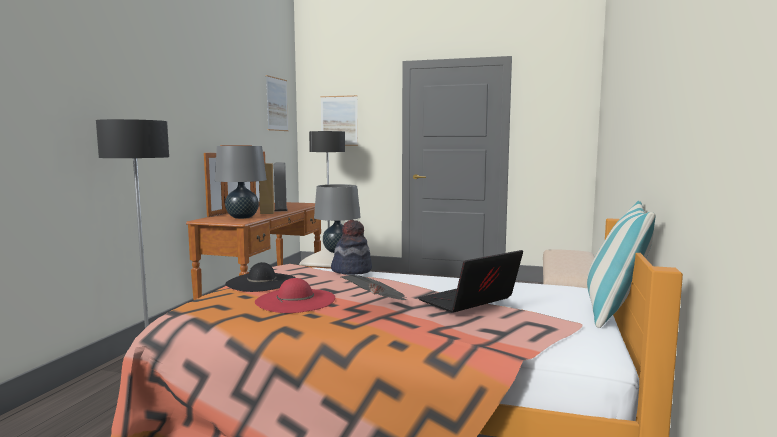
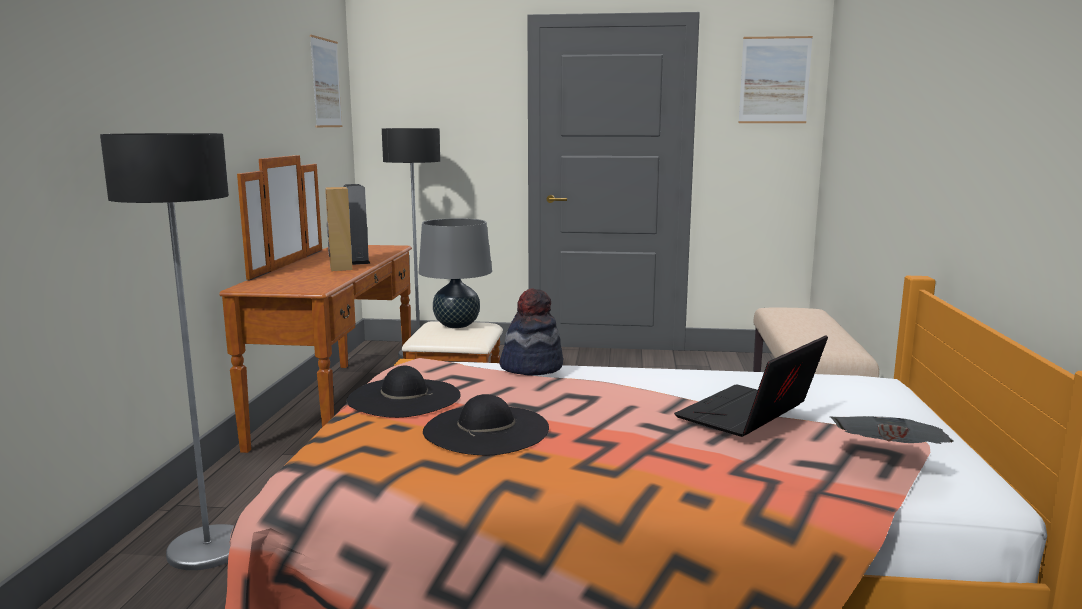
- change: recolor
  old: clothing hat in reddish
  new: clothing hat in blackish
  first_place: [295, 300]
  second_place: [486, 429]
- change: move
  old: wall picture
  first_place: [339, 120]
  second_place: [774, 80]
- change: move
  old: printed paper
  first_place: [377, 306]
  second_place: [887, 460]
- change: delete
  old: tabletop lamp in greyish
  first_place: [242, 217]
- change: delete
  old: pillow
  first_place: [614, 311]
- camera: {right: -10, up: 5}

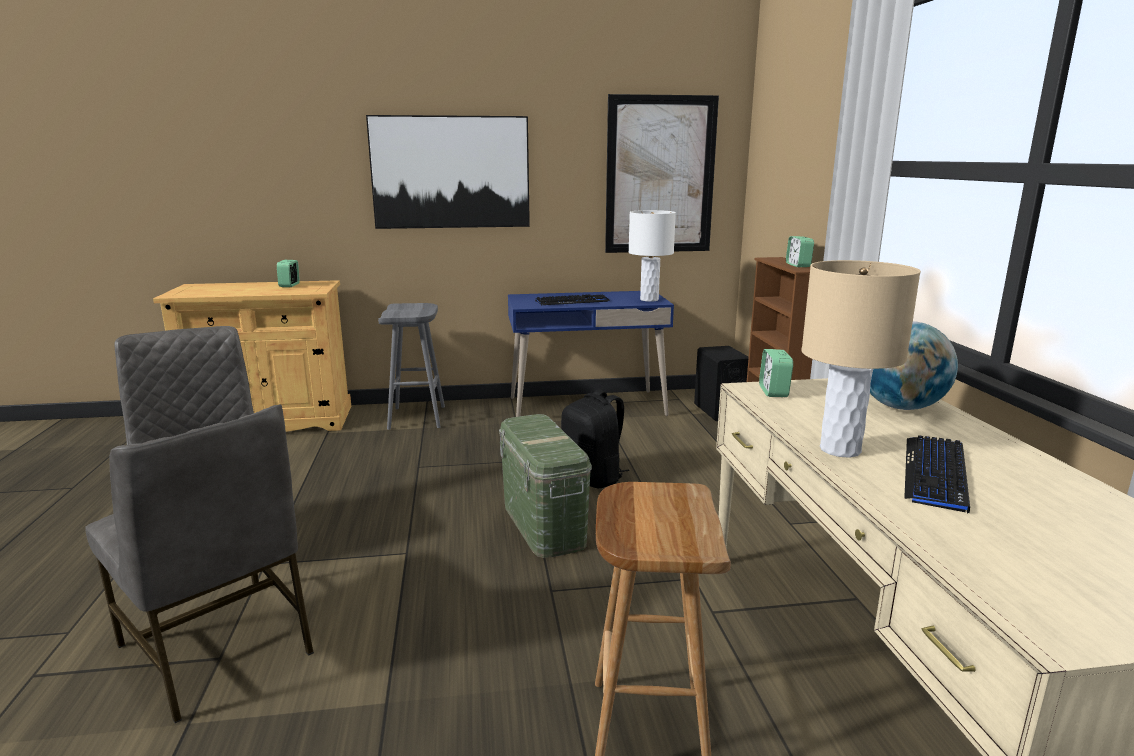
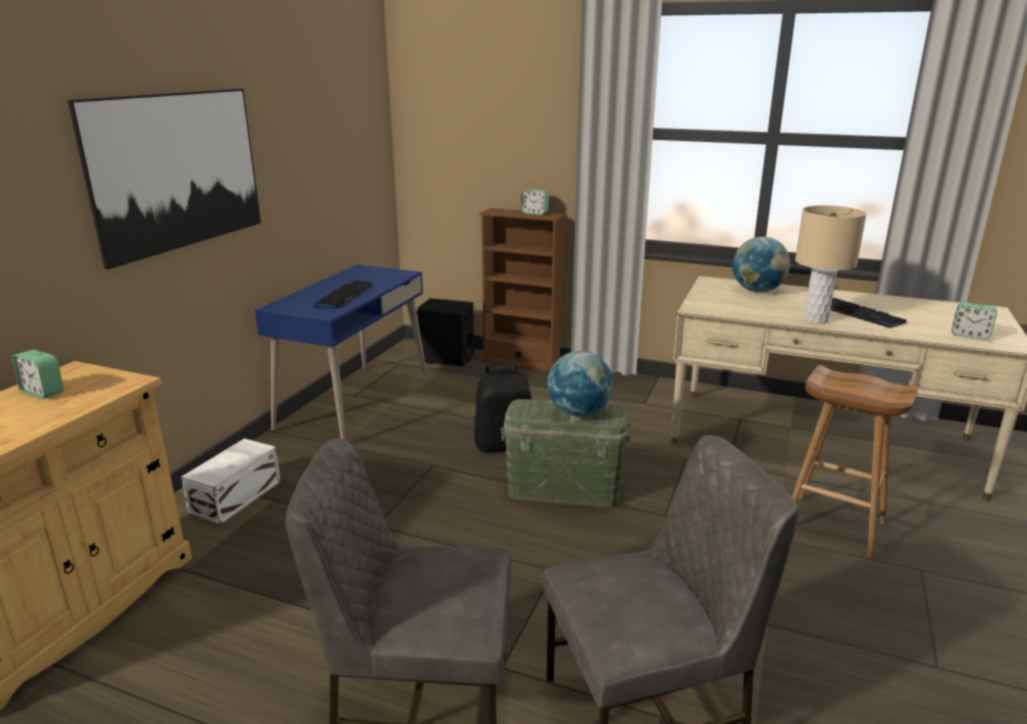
- change: replace
  old: stool in greyish
  new: storage box in white
  first_place: [417, 418]
  second_place: [238, 496]
- change: insert
  new: world globe
  second_place: [579, 412]
- change: move
  old: table clock
  first_place: [773, 392]
  second_place: [970, 336]
- change: delete
  old: wall picture
  first_place: [660, 175]
- change: delete
  old: tabletop lamp in white
  first_place: [649, 299]
- camera: {right: -60, up: 5}

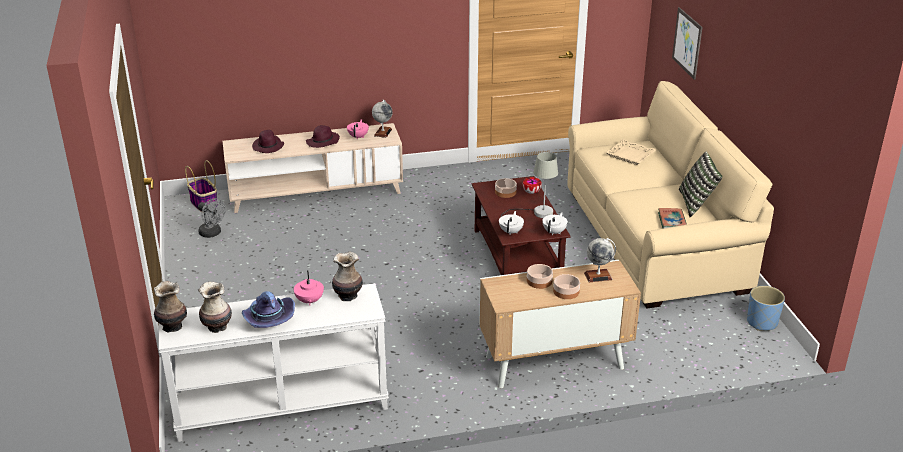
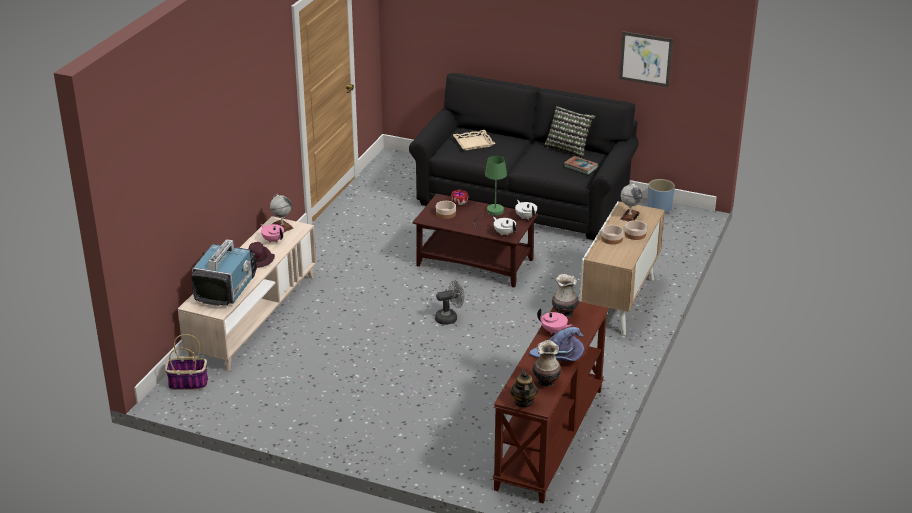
- change: replace
  old: clothing hat in purple
  new: TV set
  first_place: [268, 147]
  second_place: [226, 288]
- change: recolor
  old: settee in sand-coloured
  new: settee in blackish
  first_place: [654, 241]
  second_place: [523, 201]
- change: move
  old: cooling fan in greyish
  first_place: [212, 233]
  second_place: [450, 318]
- change: recolor
  old: tabletop lamp in greyish
  new: tabletop lamp in greenish
  first_place: [537, 213]
  second_place: [491, 213]
- change: recolor
  old: console table in white
  new: console table in brown-coloured
  first_place: [281, 408]
  second_place: [551, 438]
- change: replace
  old: vase
  new: teapot
  first_place: [172, 326]
  second_place: [523, 402]
- change: move
  old: wall picture
  first_place: [687, 43]
  second_place: [645, 59]
- camera: {right: -55, up: 0}

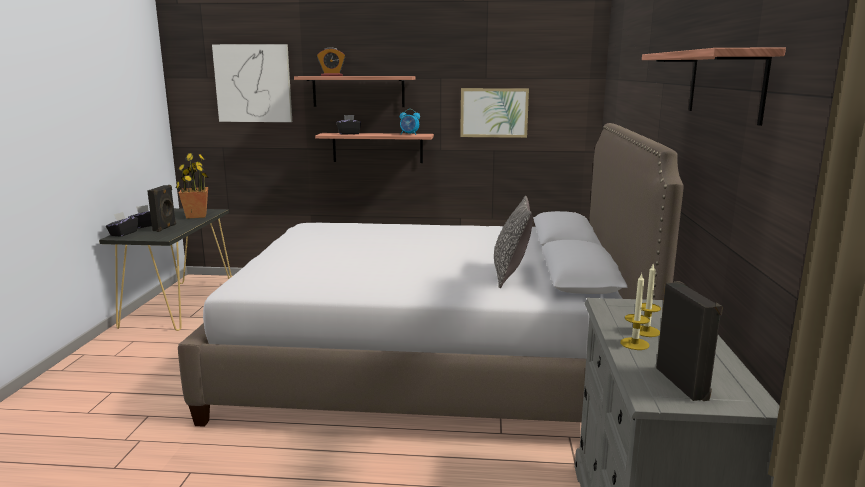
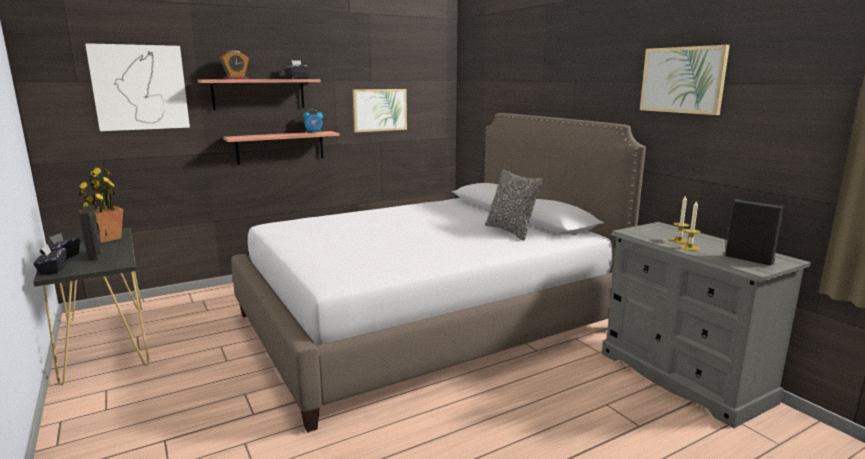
- change: move
  old: tissue holder in blackish
  first_place: [349, 133]
  second_place: [298, 78]
- change: replace
  old: wall shelf
  new: wall picture
  first_place: [724, 84]
  second_place: [682, 80]
- camera: {right: -35, up: 0}

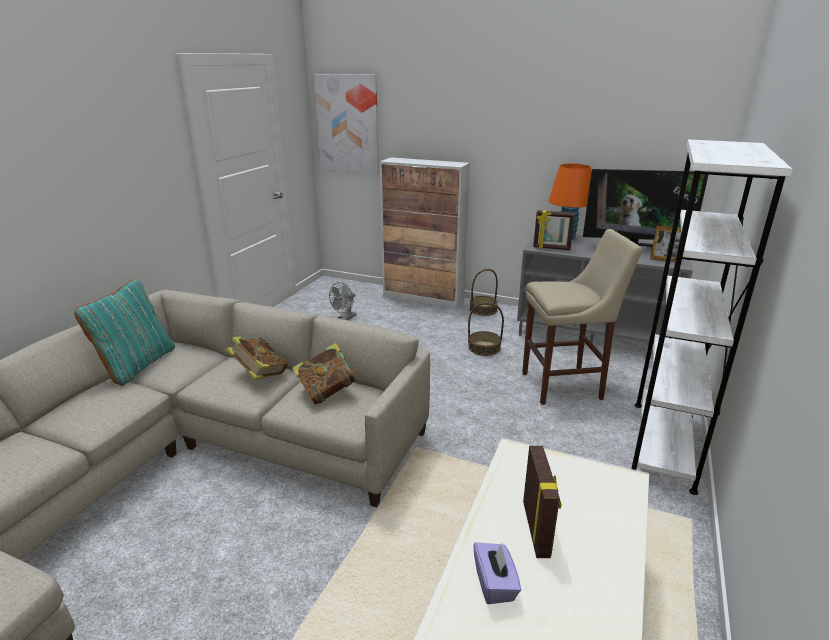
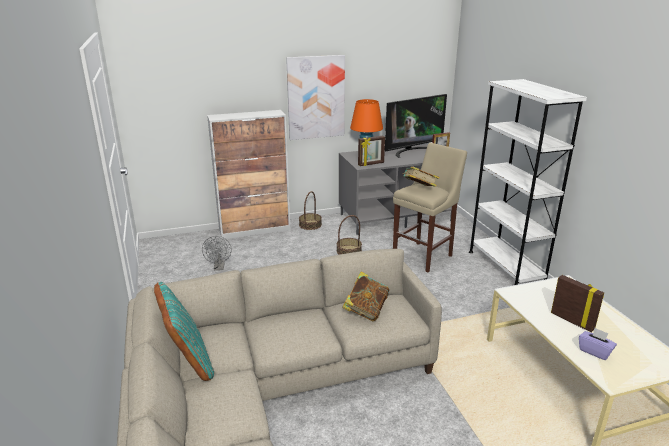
- change: move
  old: wall picture
  first_place: [348, 124]
  second_place: [316, 97]
- change: move
  old: book
  first_place: [259, 374]
  second_place: [419, 189]
- camera: {right: -40, up: 0}

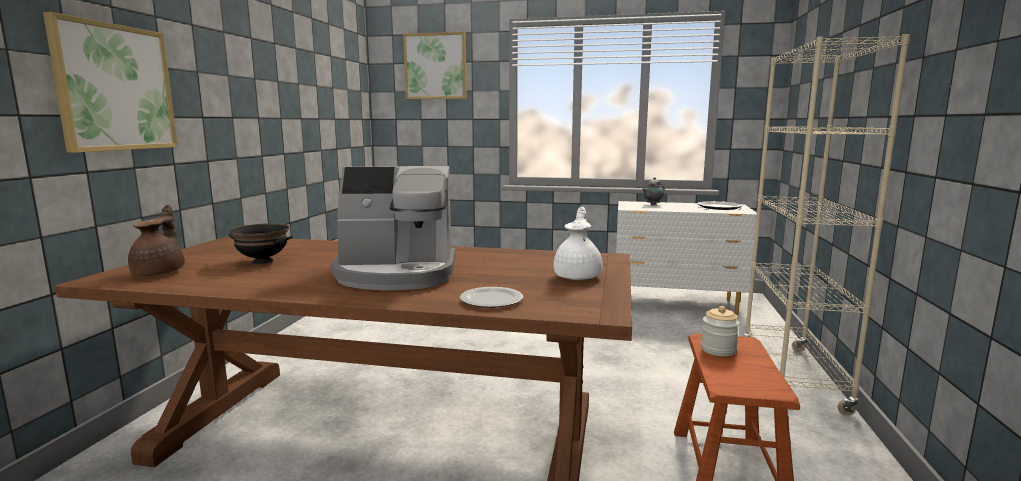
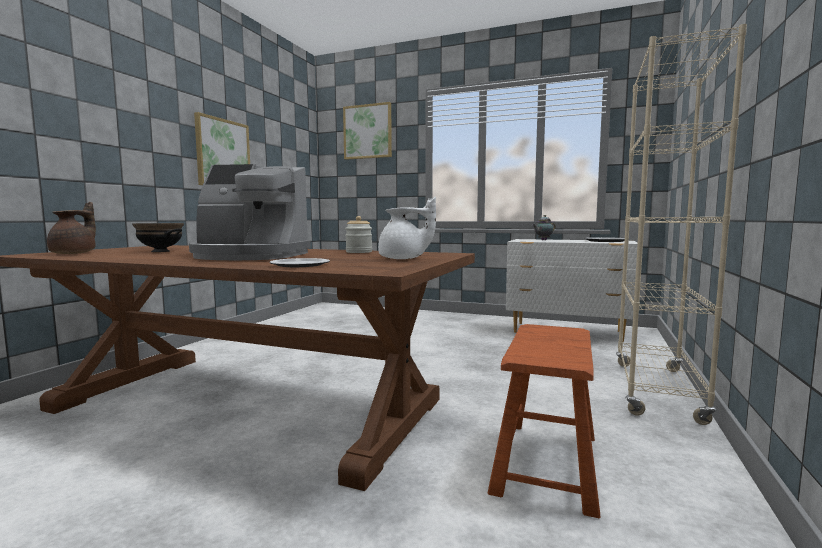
- change: move
  old: wall picture
  first_place: [115, 88]
  second_place: [223, 153]
- change: move
  old: jar
  first_place: [718, 350]
  second_place: [359, 252]
- change: rotate
  old: teapot in white
  first_place: [578, 276]
  second_place: [404, 259]
  degrees: 75
- camera: {right: 10, up: -5}

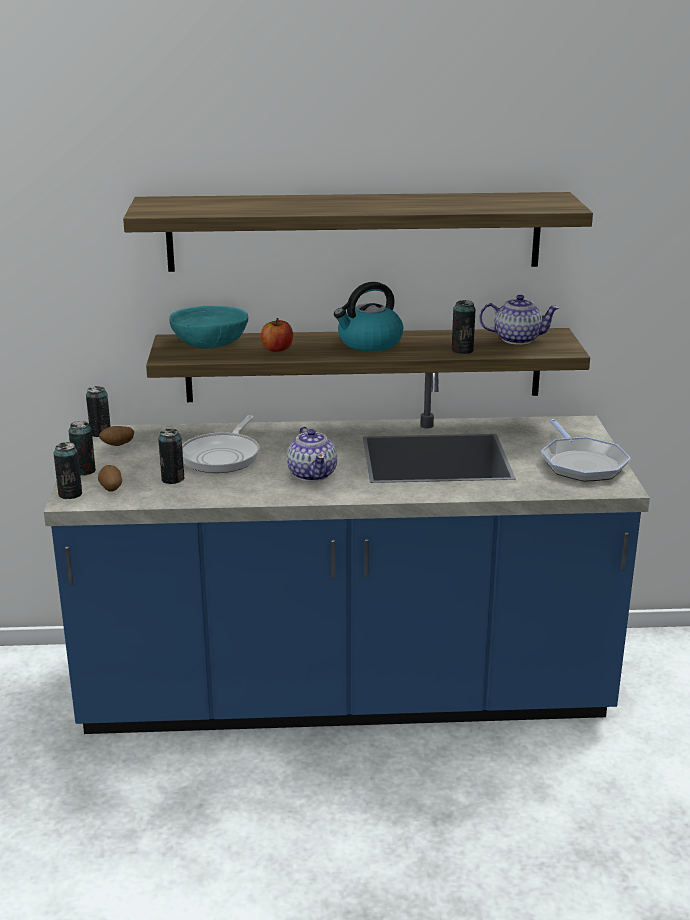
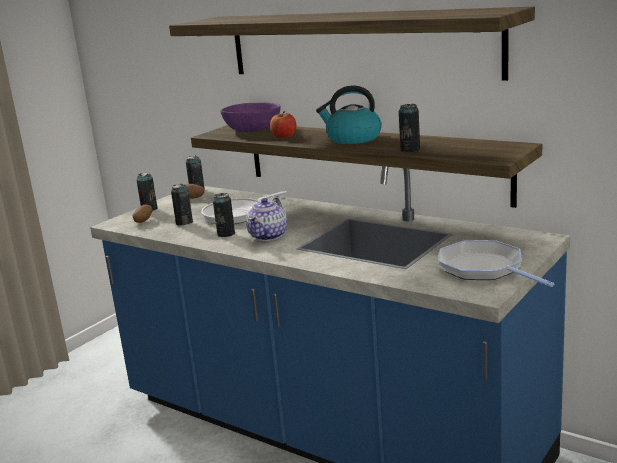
- change: move
  old: metal can
  first_place: [70, 494]
  second_place: [226, 234]
- change: recolor
  old: serving bowl in blue-green
  new: serving bowl in purple
  first_place: [209, 344]
  second_place: [252, 129]
- change: rotate
  old: frying pan
  first_place: [581, 463]
  second_place: [484, 269]
  degrees: 120
- change: delete
  old: teapot
  first_place: [516, 339]
- camera: {right: 40, up: -5}

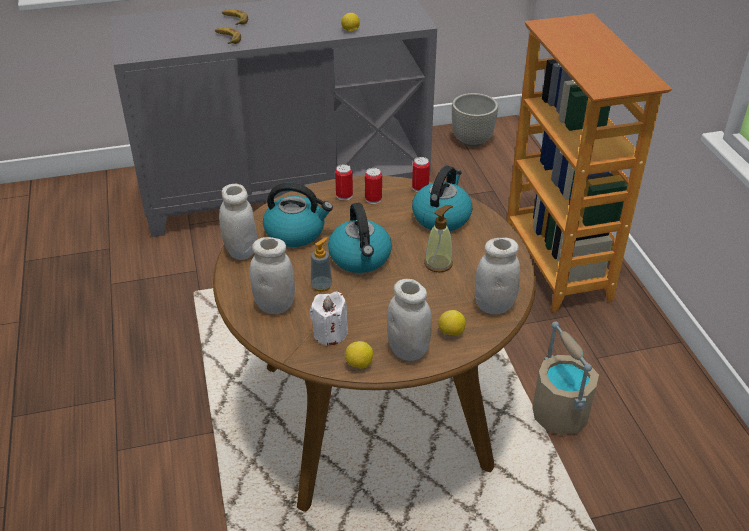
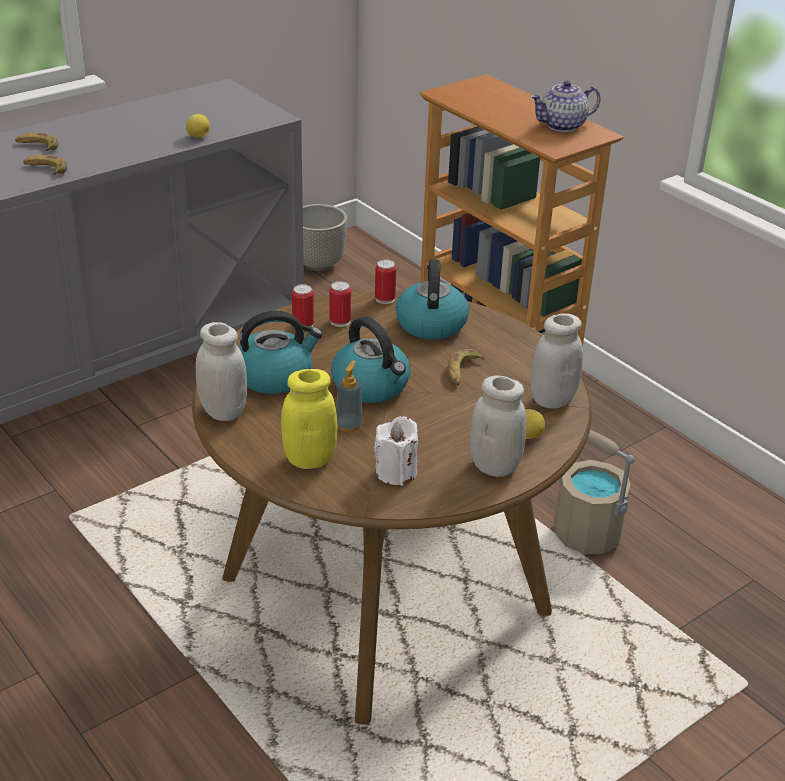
- change: recolor
  old: jar in white
  new: jar in yellow
  first_place: [275, 305]
  second_place: [309, 459]
- change: replace
  old: soap dispenser
  new: banana
  first_place: [438, 263]
  second_place: [462, 372]
- change: insert
  new: teapot
  second_place: [563, 126]
- change: delete
  old: lemon
  first_place: [359, 364]
- camera: {right: -25, up: -5}

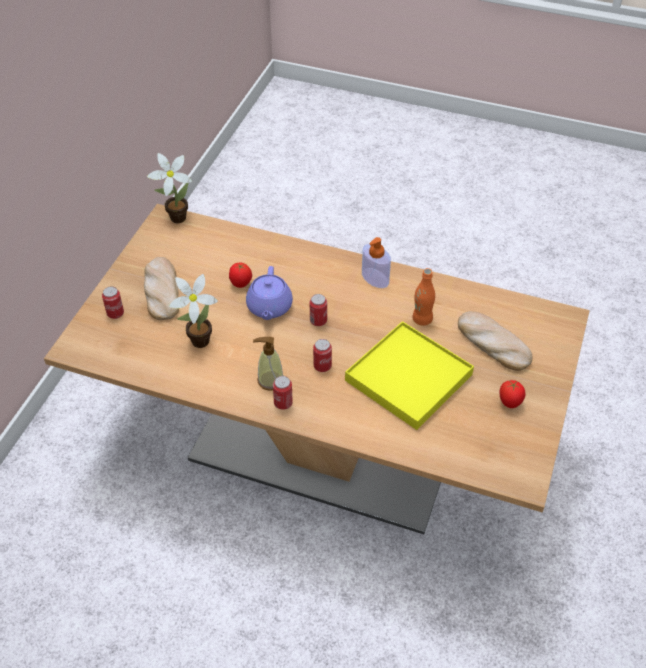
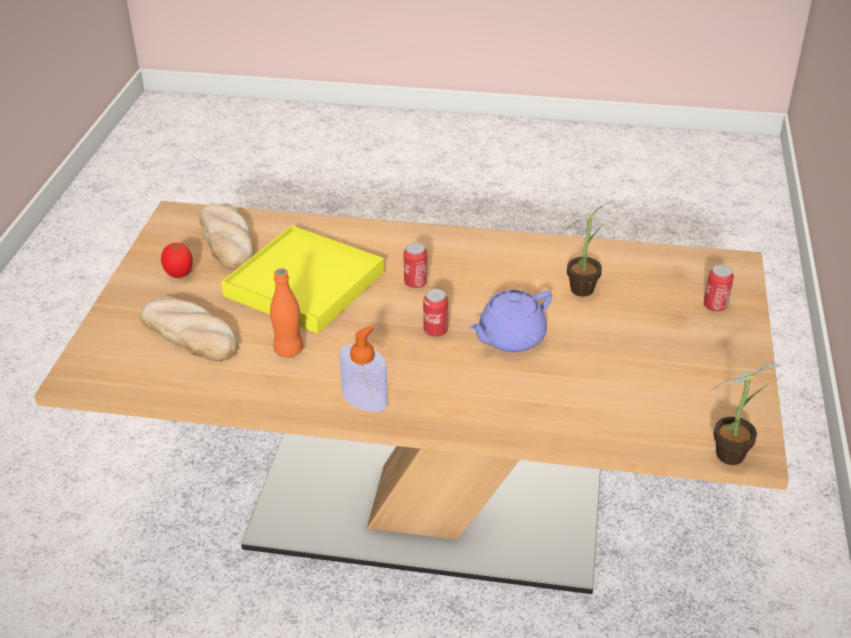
- change: move
  old: baked bread
  first_place: [161, 291]
  second_place: [228, 240]
- change: rotate
  old: teapot in purple
  first_place: [269, 307]
  second_place: [510, 338]
  degrees: -120
- change: delete
  old: whole tomato
  first_place: [241, 284]
- change: delete
  old: soap dispenser
  first_place: [270, 380]
- change: delete
  old: metal can
  first_place: [283, 403]
- camera: {right: 170, up: -10}

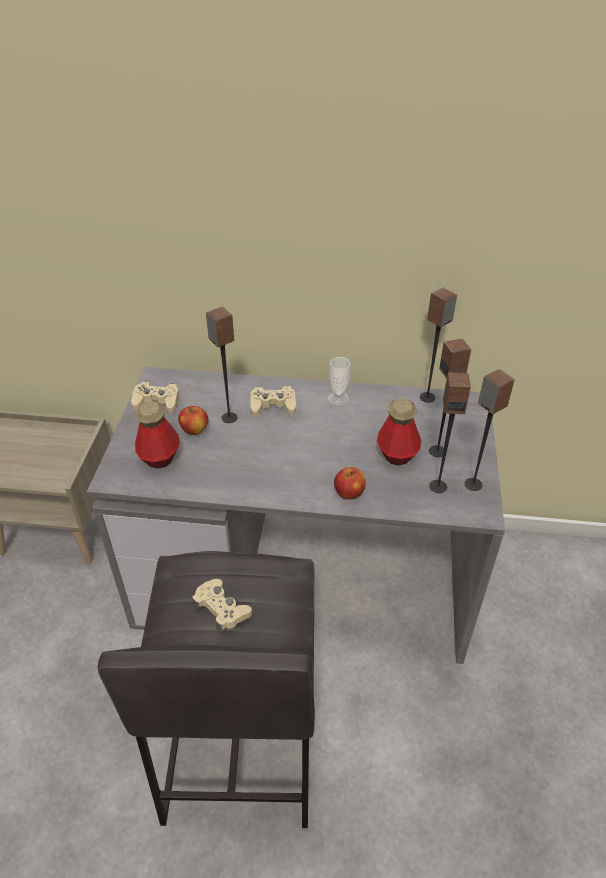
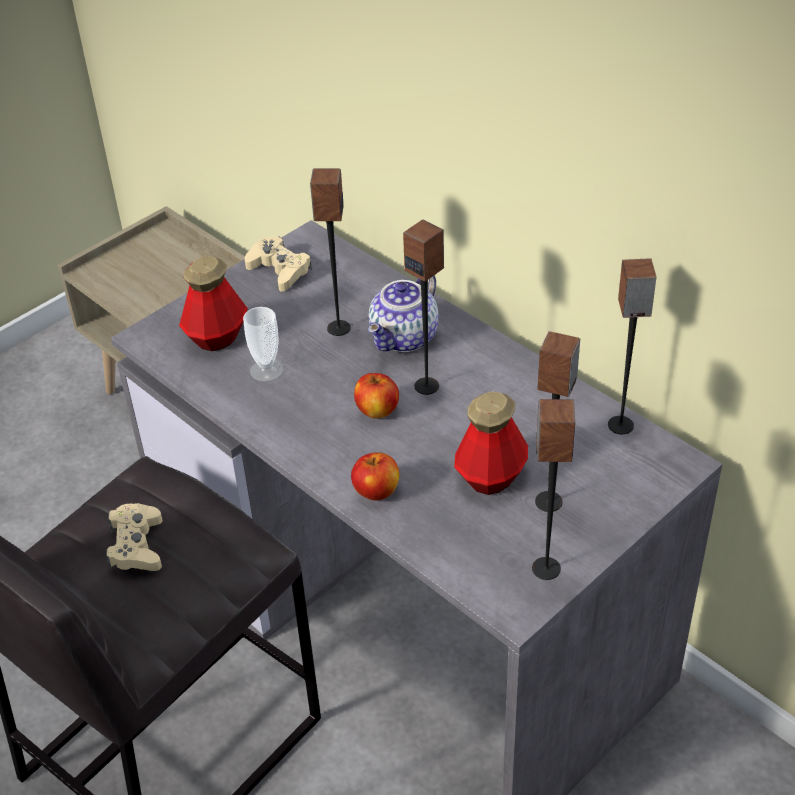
- change: move
  old: cup
  first_place: [338, 398]
  second_place: [266, 370]
- change: move
  old: apple
  first_place: [195, 430]
  second_place: [377, 411]
- change: replace
  old: game controller in sand-coloured
  new: teapot
  first_place: [273, 406]
  second_place: [405, 338]
- change: move
  old: audio speaker
  first_place: [438, 486]
  second_place: [427, 386]
- camera: {right: 40, up: 0}

